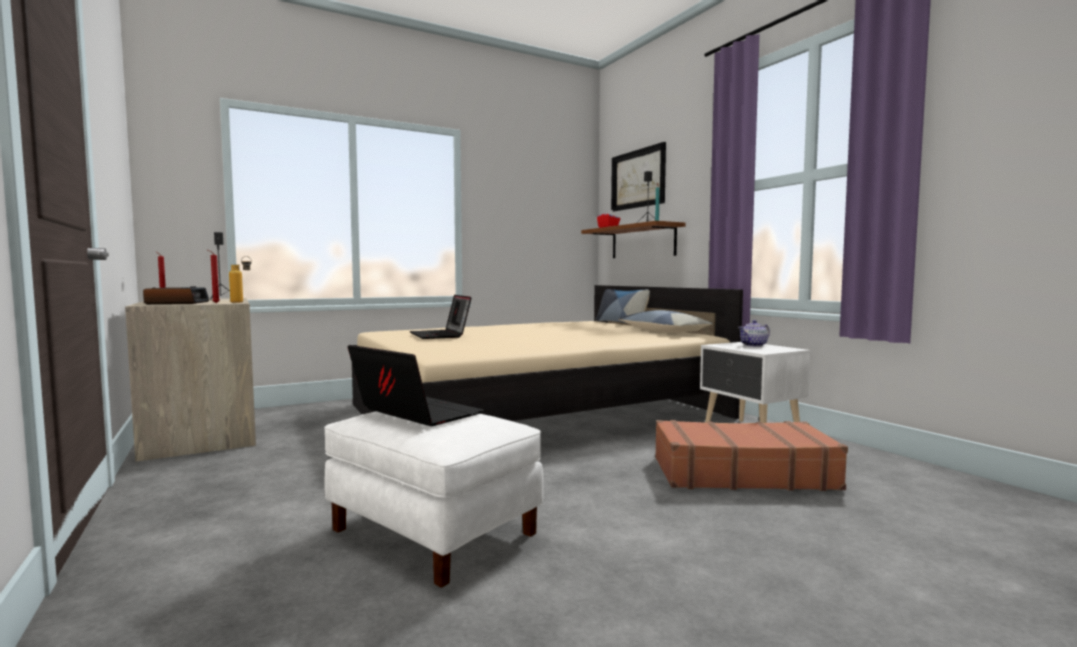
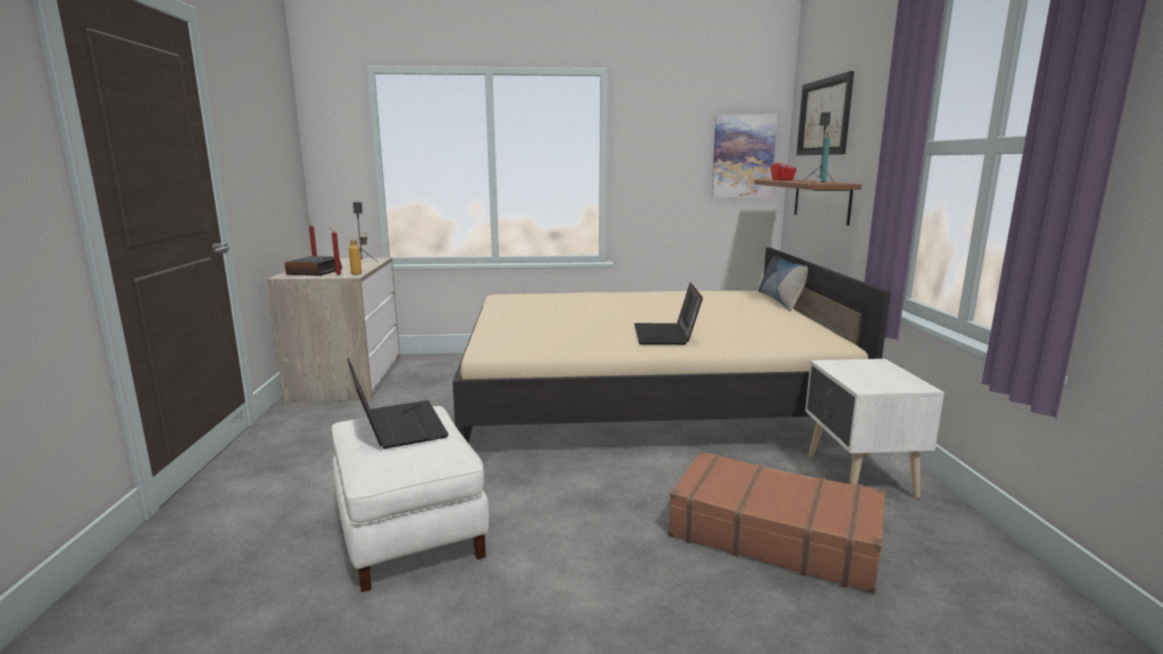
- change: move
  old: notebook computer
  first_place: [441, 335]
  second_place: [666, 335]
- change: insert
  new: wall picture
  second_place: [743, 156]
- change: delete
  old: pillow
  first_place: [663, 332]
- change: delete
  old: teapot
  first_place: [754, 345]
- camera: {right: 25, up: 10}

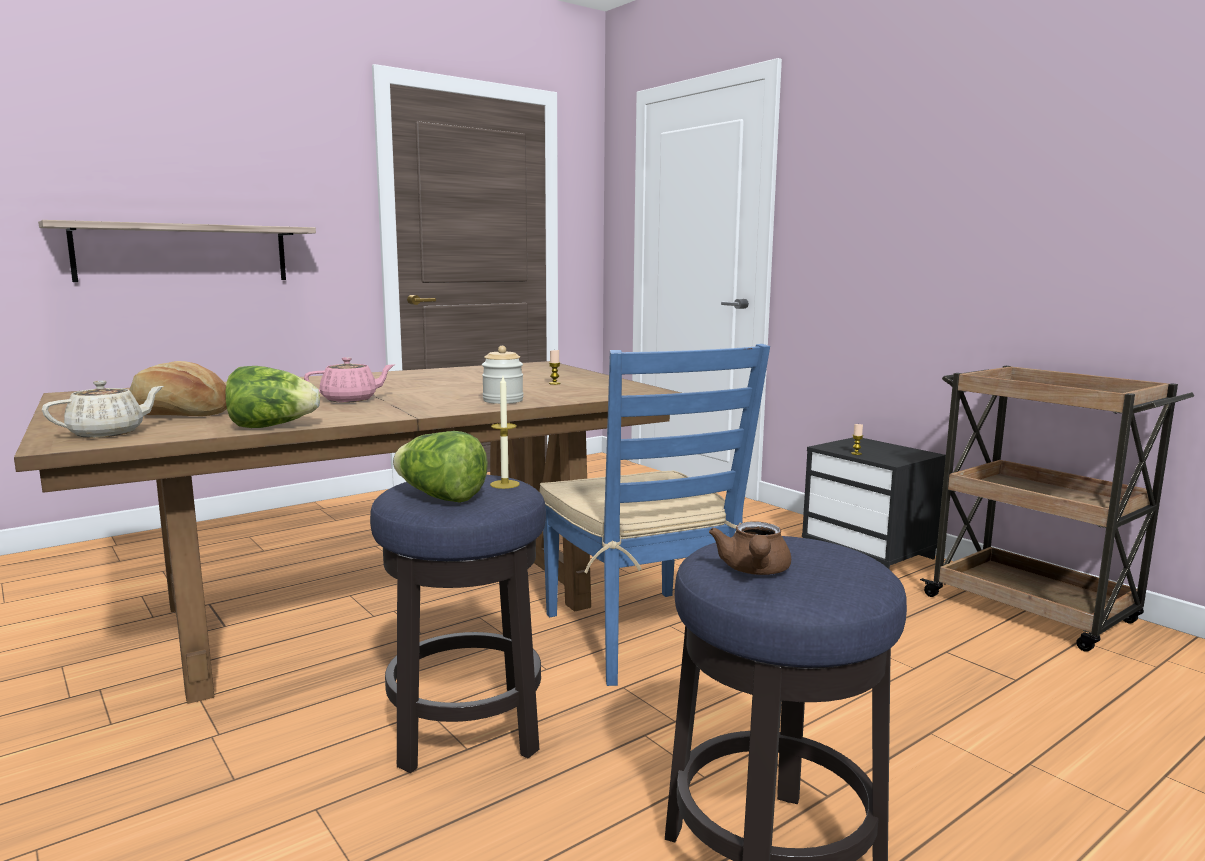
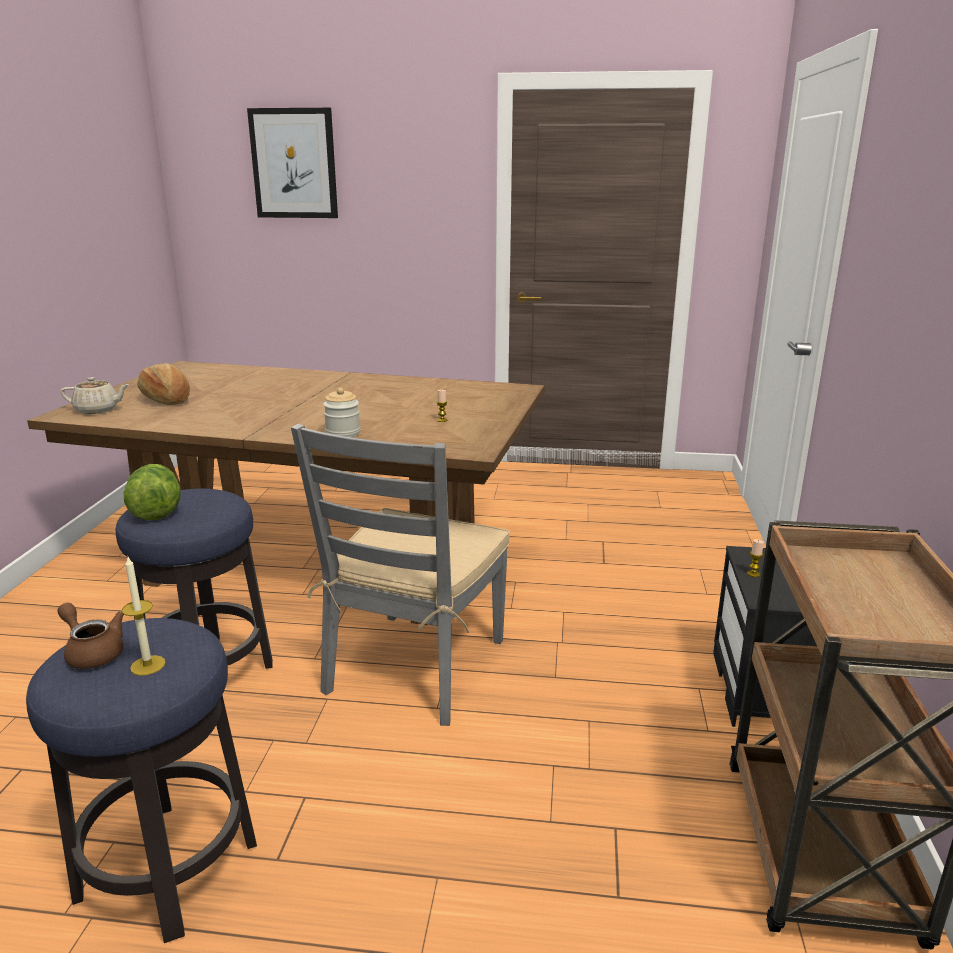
- change: rotate
  old: teapot in brown-coloured
  first_place: [754, 571]
  second_place: [92, 652]
  degrees: 75
- change: move
  old: wax light
  first_place: [504, 484]
  second_place: [148, 665]
- change: insert
  new: wall picture
  second_place: [294, 164]
- change: recolor
  old: upright chair in bluish
  new: upright chair in greyish
  first_place: [643, 635]
  second_place: [415, 666]
- change: delete
  old: wall shelf
  first_place: [183, 253]
- change: delete
  old: lettuce head
  first_place: [272, 426]
- change: delete
  old: teapot in pink
  first_place: [350, 400]
- camera: {right: 45, up: 10}

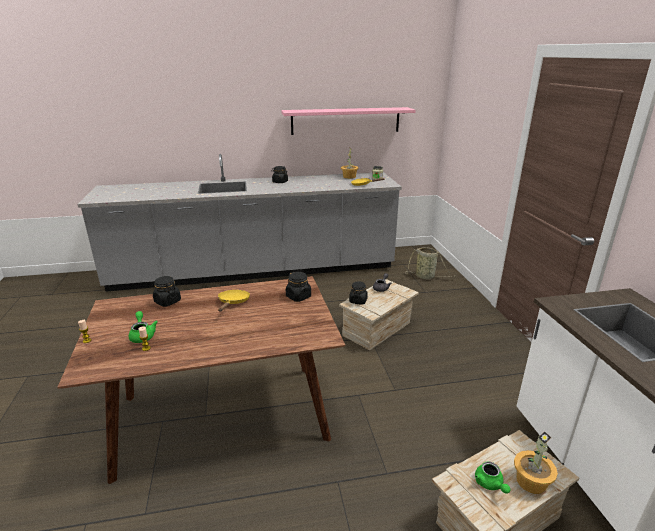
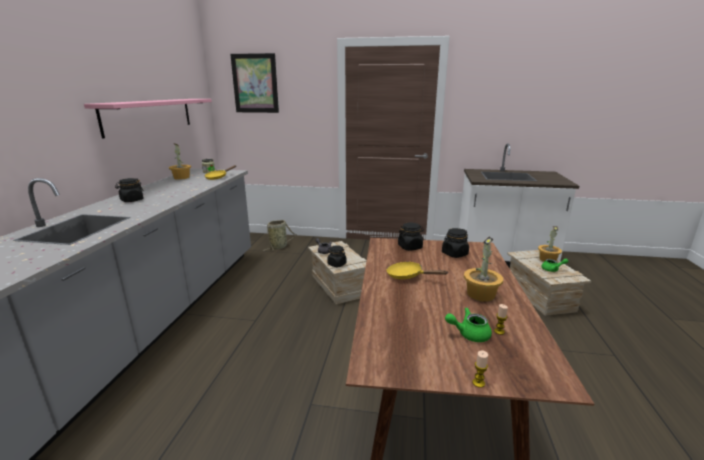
- change: insert
  new: wall picture
  second_place: [255, 83]
- change: move
  old: jar in blackish
  first_place: [167, 301]
  second_place: [454, 254]
- change: insert
  new: plant in a pot
  second_place: [481, 294]
- camera: {right: -70, up: -5}

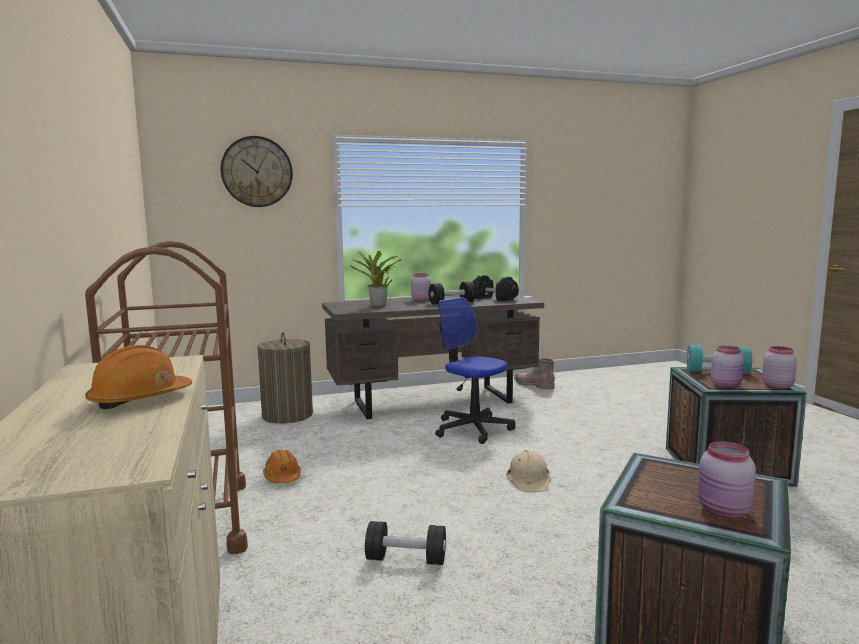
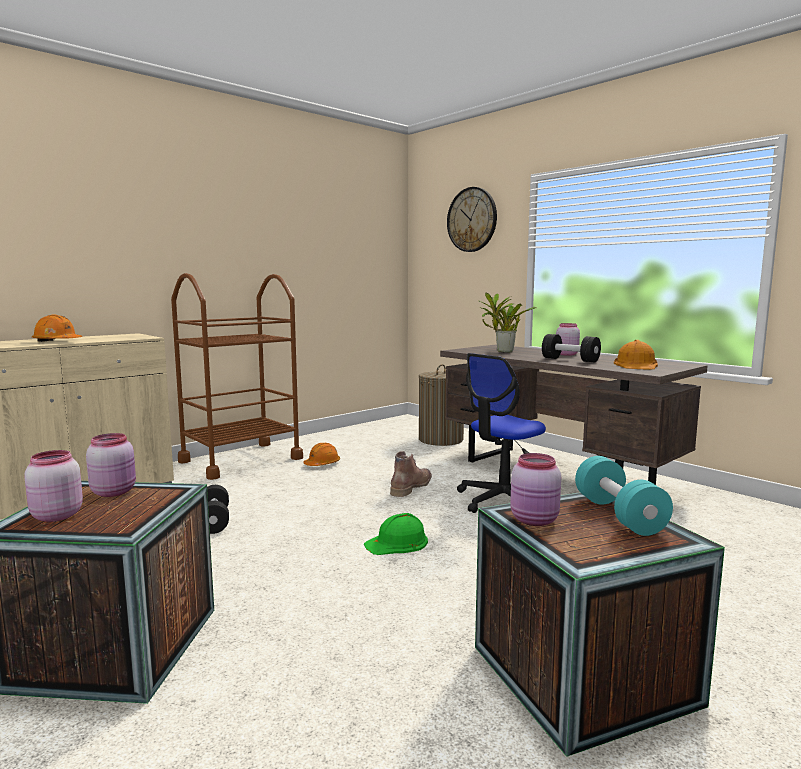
- change: move
  old: jar in pink
  first_place: [776, 386]
  second_place: [115, 491]
- change: recolor
  old: safety helmet in sand-coloured
  new: safety helmet in greenish
  first_place: [529, 478]
  second_place: [397, 543]
- change: move
  old: tall boot in brown-coloured
  first_place: [532, 385]
  second_place: [410, 487]
- change: rotate
  old: computer chair
  first_place: [473, 429]
  second_place: [502, 500]
  degrees: -150
- change: replace
  old: hand weight in blackish
  new: safety helmet in orange
  first_place: [494, 299]
  second_place: [636, 365]
- camera: {right: 65, up: 0}

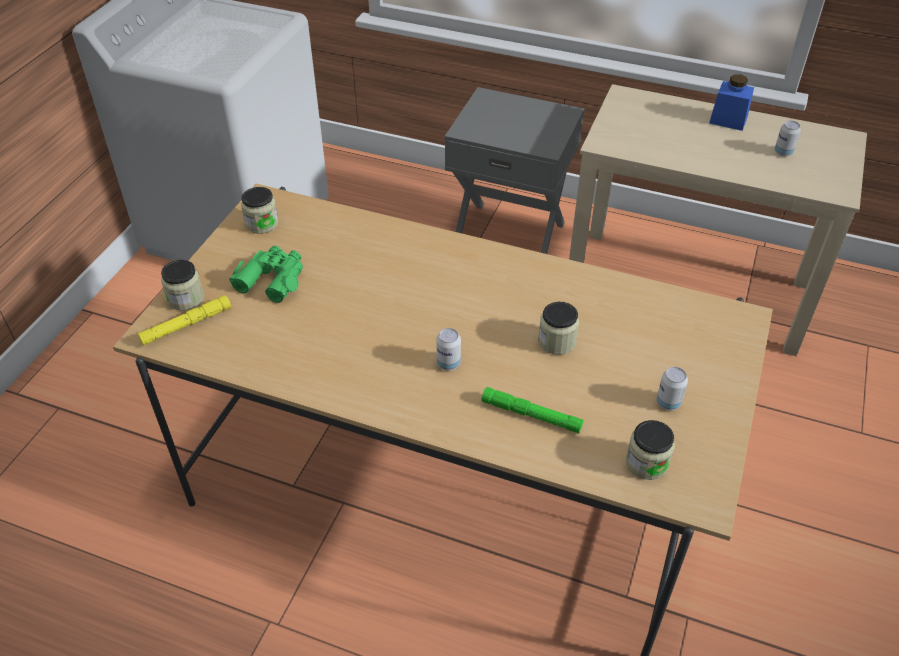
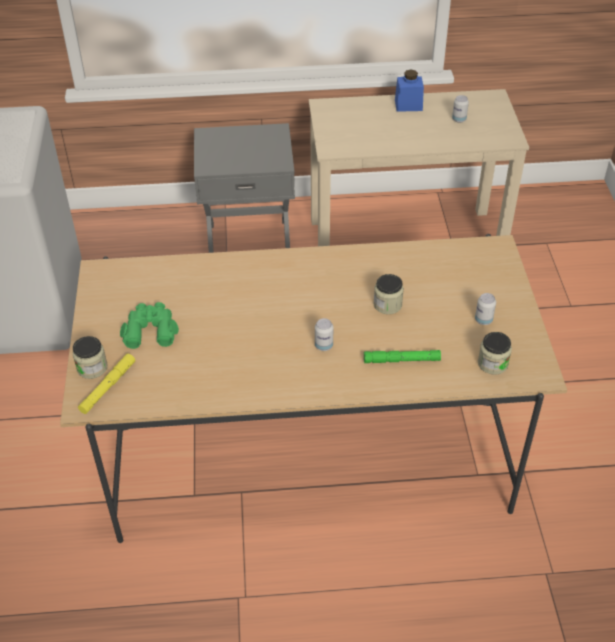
- change: delete
  old: jar
  first_place: [262, 223]
- camera: {right: -25, up: 0}

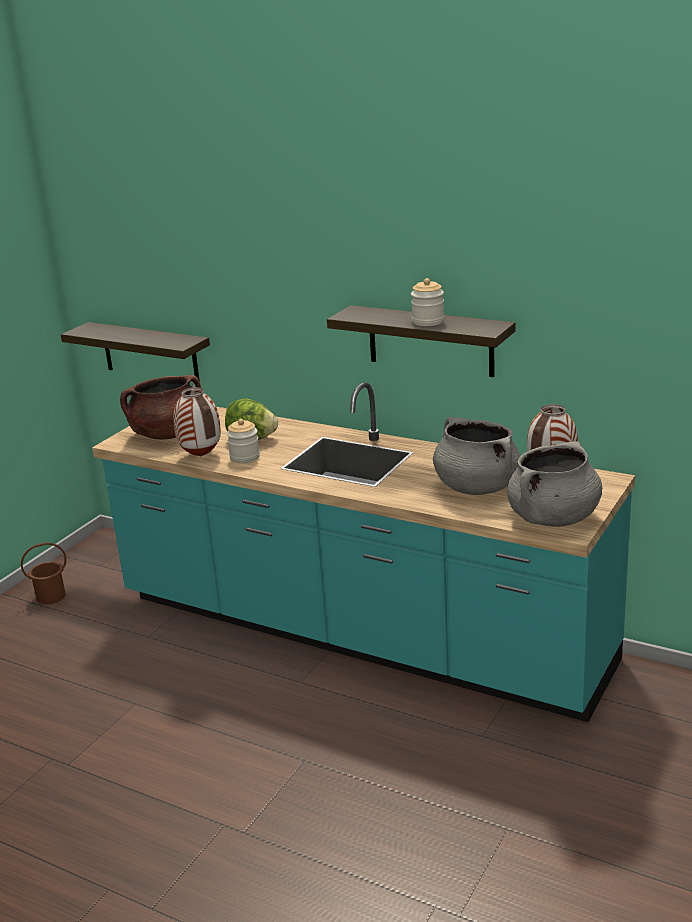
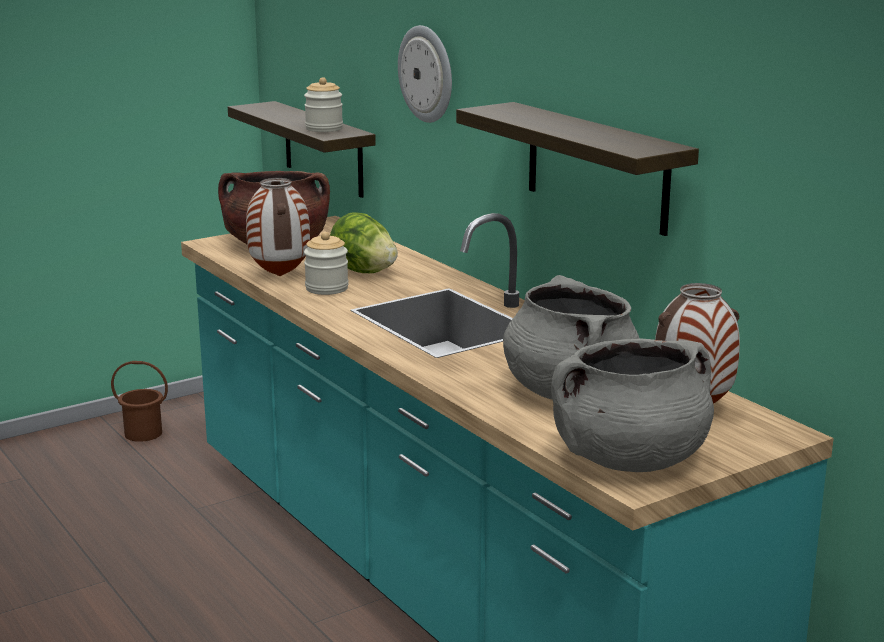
- change: move
  old: jar
  first_place: [428, 321]
  second_place: [324, 129]
- change: insert
  new: wall clock
  second_place: [427, 74]
- camera: {right: 25, up: -5}

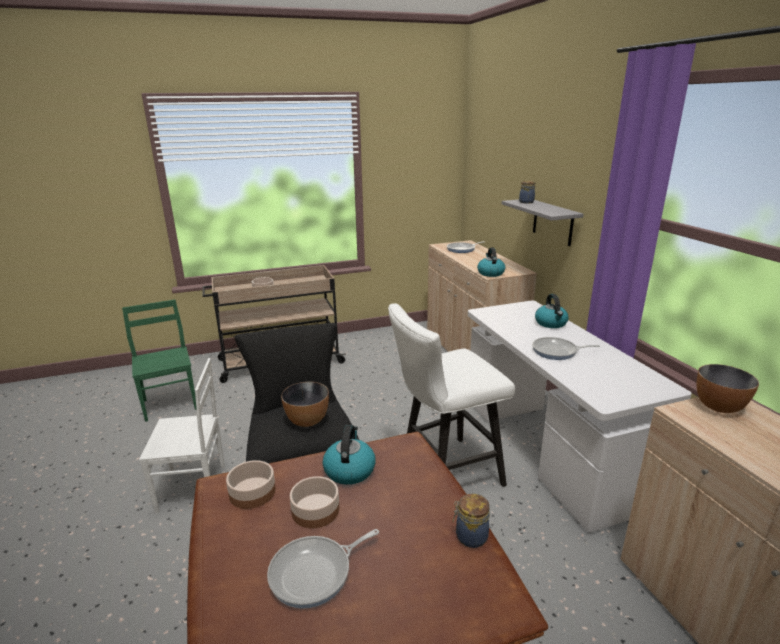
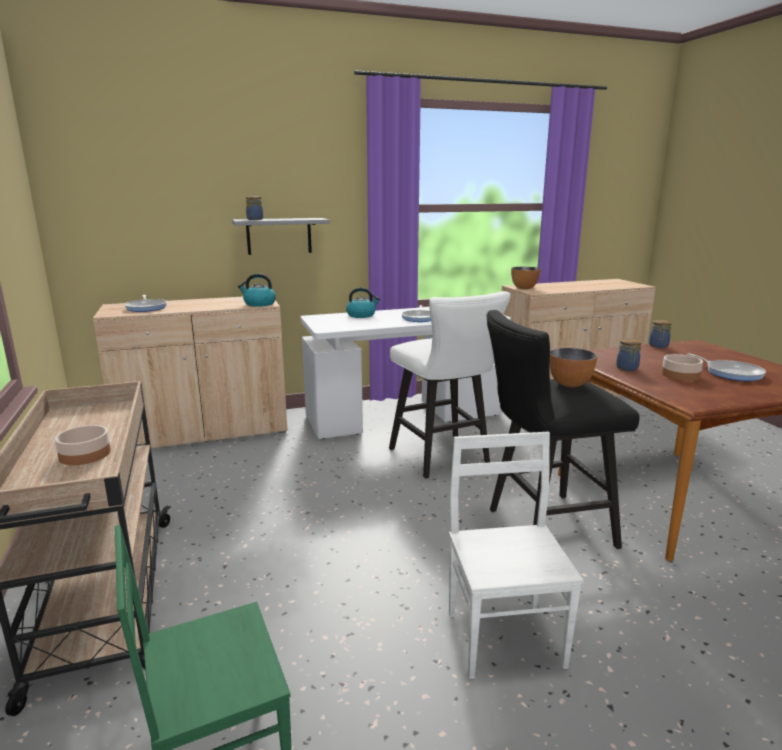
- change: replace
  old: tea kettle
  new: jar
  first_place: [349, 469]
  second_place: [627, 368]
- change: delete
  old: serving bowl
  first_place: [251, 492]
- camera: {right: -90, up: -5}

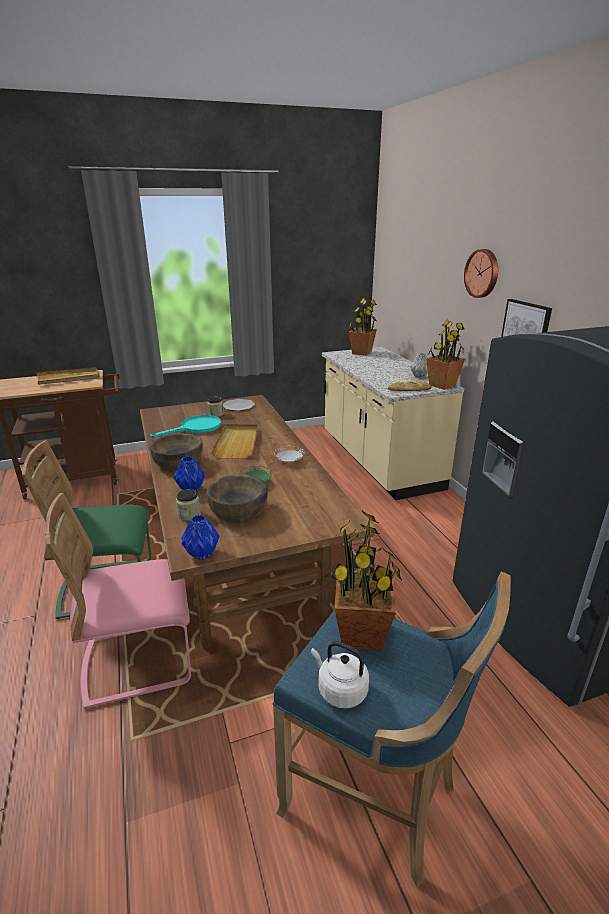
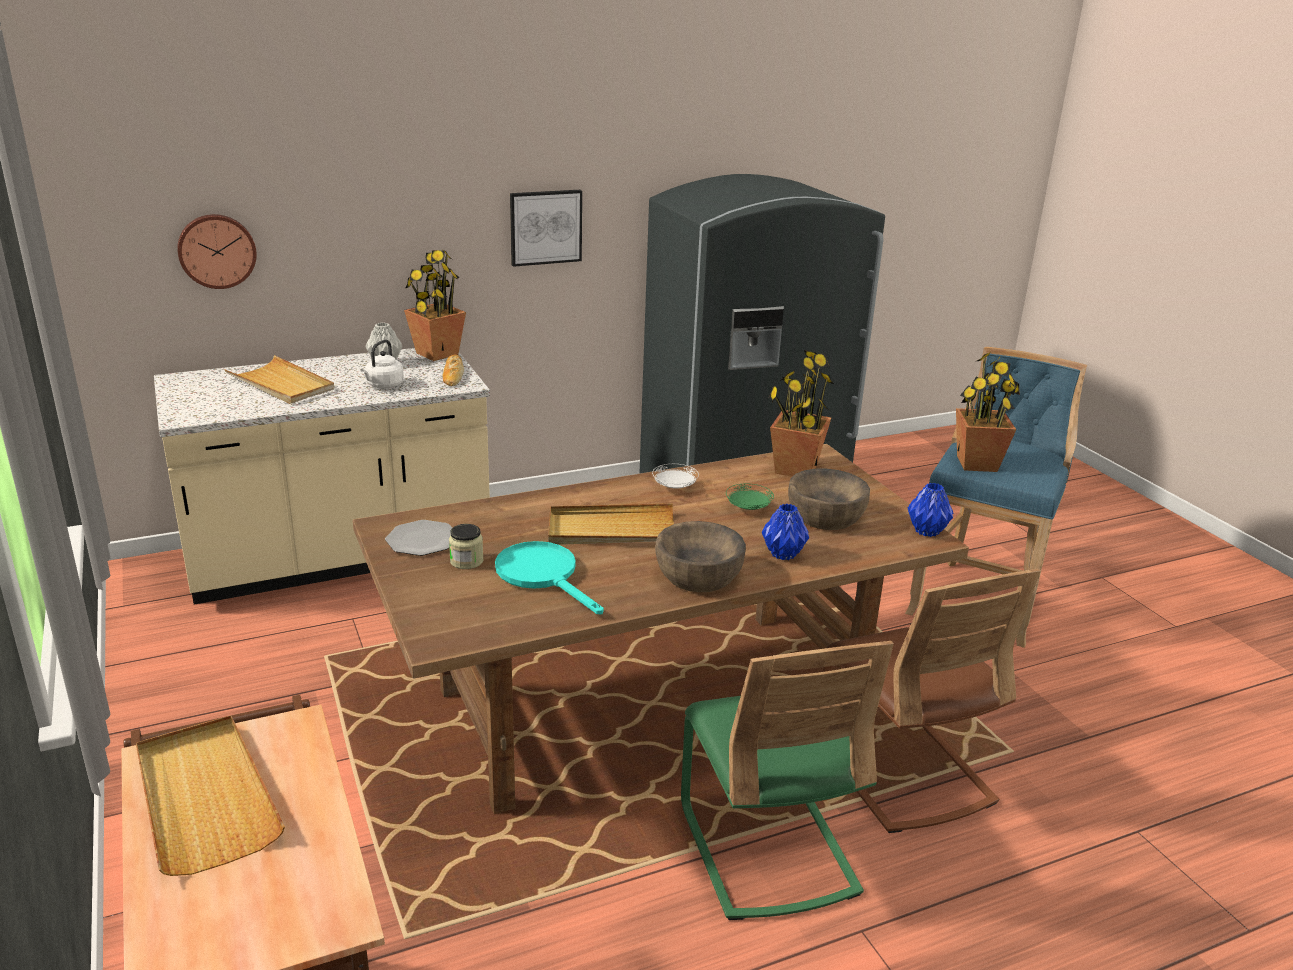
- change: move
  old: wall clock
  first_place: [482, 273]
  second_place: [217, 250]
- change: insert
  new: serving tray in sand-coloured
  second_place: [281, 384]
- change: move
  old: tea kettle in white
  first_place: [340, 690]
  second_place: [383, 385]
- change: move
  old: plant in a pot
  first_place: [361, 353]
  second_place: [796, 470]
- change: recolor
  old: upright chair in pink
  new: upright chair in brown-coloured
  first_place: [139, 660]
  second_place: [903, 771]
- change: delete
  old: jar
  first_place: [189, 514]
- camera: {right: -95, up: 0}

